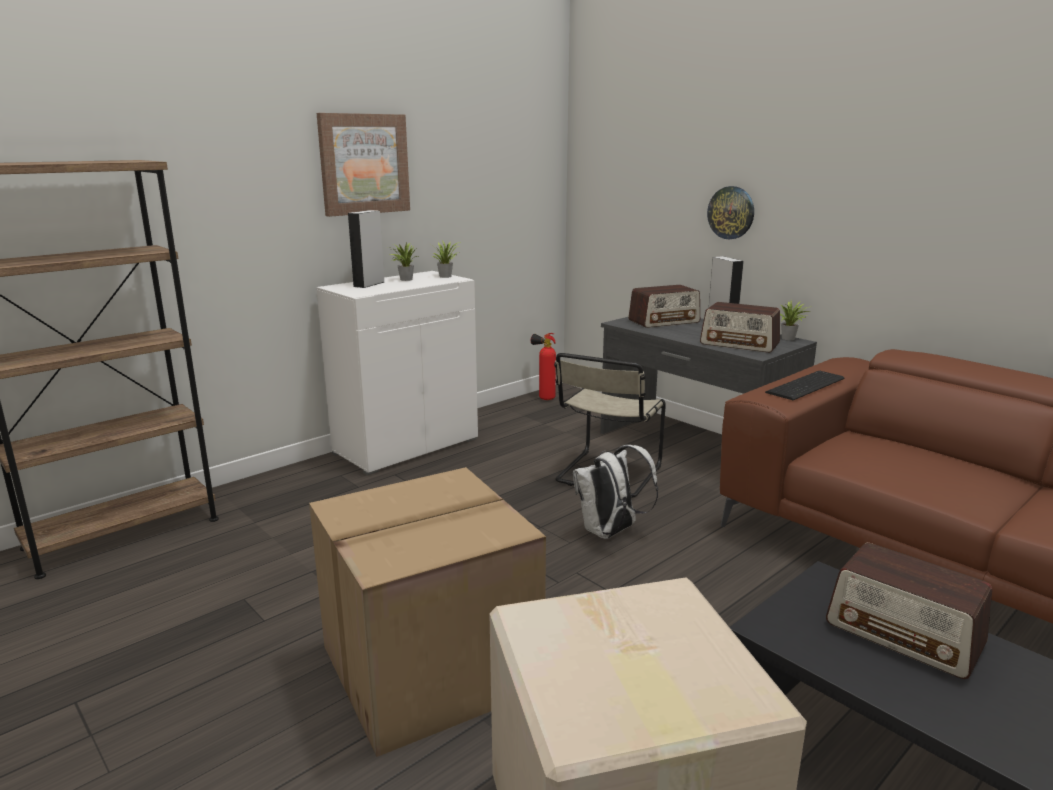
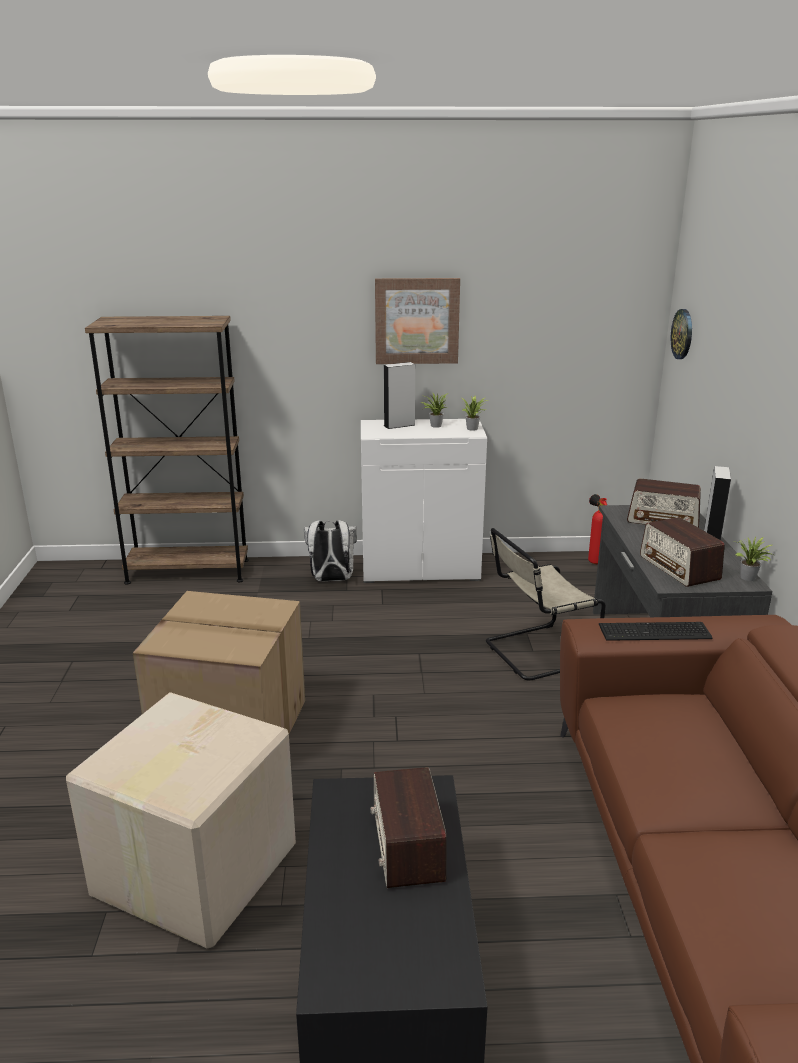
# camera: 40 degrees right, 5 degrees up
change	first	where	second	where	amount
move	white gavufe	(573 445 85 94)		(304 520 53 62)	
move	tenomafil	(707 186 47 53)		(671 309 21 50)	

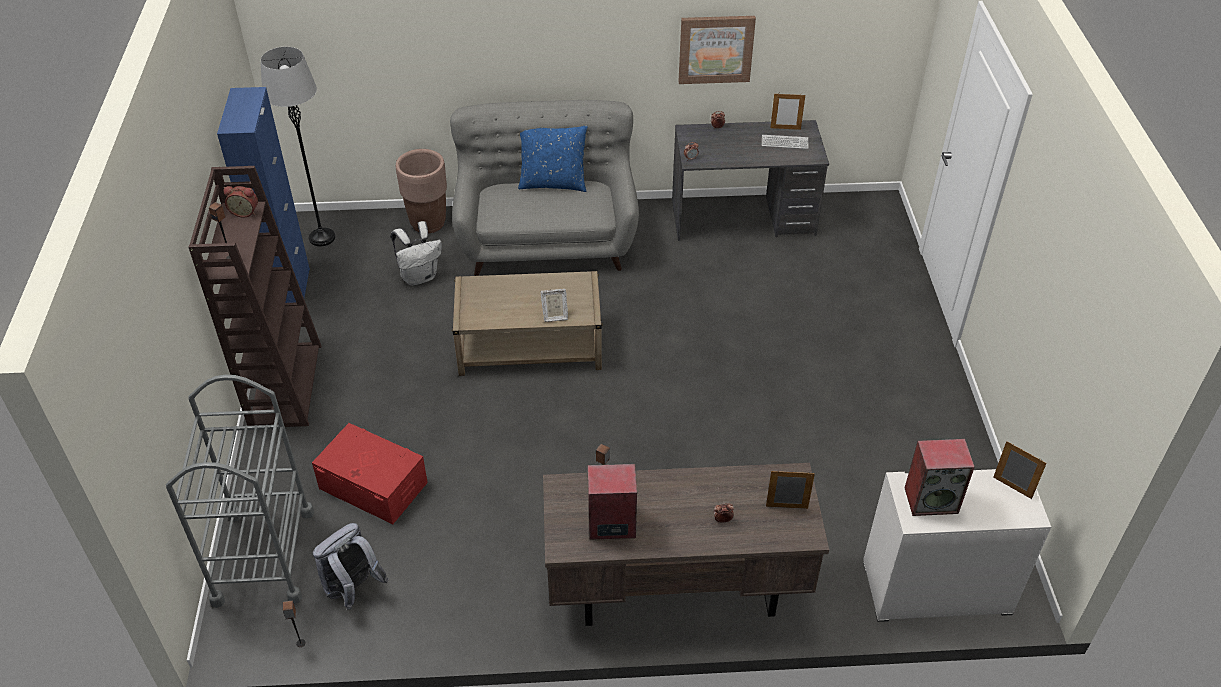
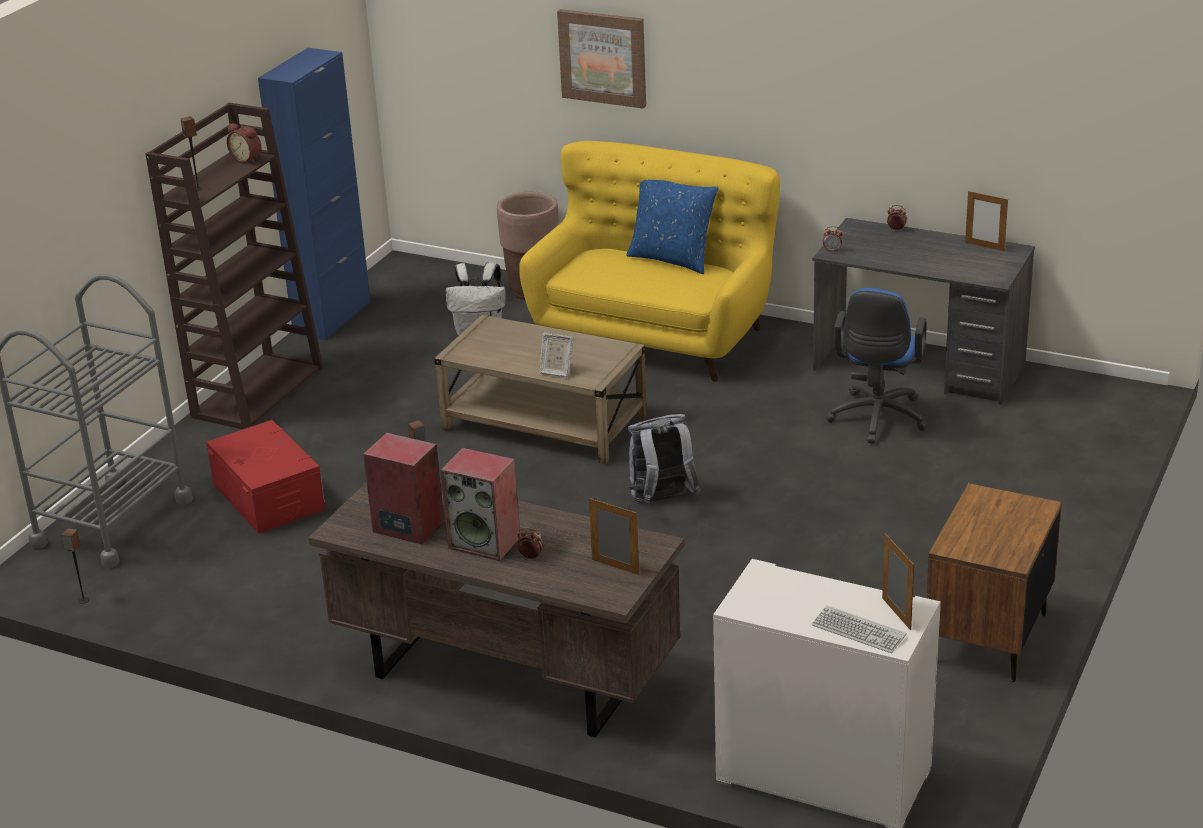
# camera: 30 degrees right, 15 degrees down
change	first	where	second	where	amount
move	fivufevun	(905 439 70 77)		(441 448 79 113)	
recolor	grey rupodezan	(450 100 189 176)	yellow rupodezan	(519 141 261 241)	
move	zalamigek	(679 16 77 68)		(557 9 89 100)	
move	grey gavufe	(313 523 76 87)		(628 414 73 89)	
move	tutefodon	(762 135 46 14)		(812 606 94 47)	
insert			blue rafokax	(826 288 102 156)	
insert			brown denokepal	(926 483 136 199)	
delete	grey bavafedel	(261 47 74 200)			

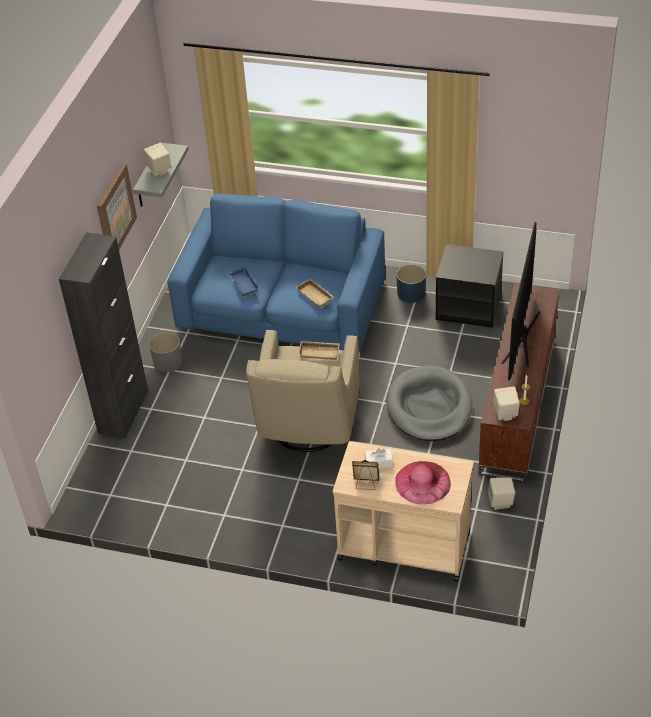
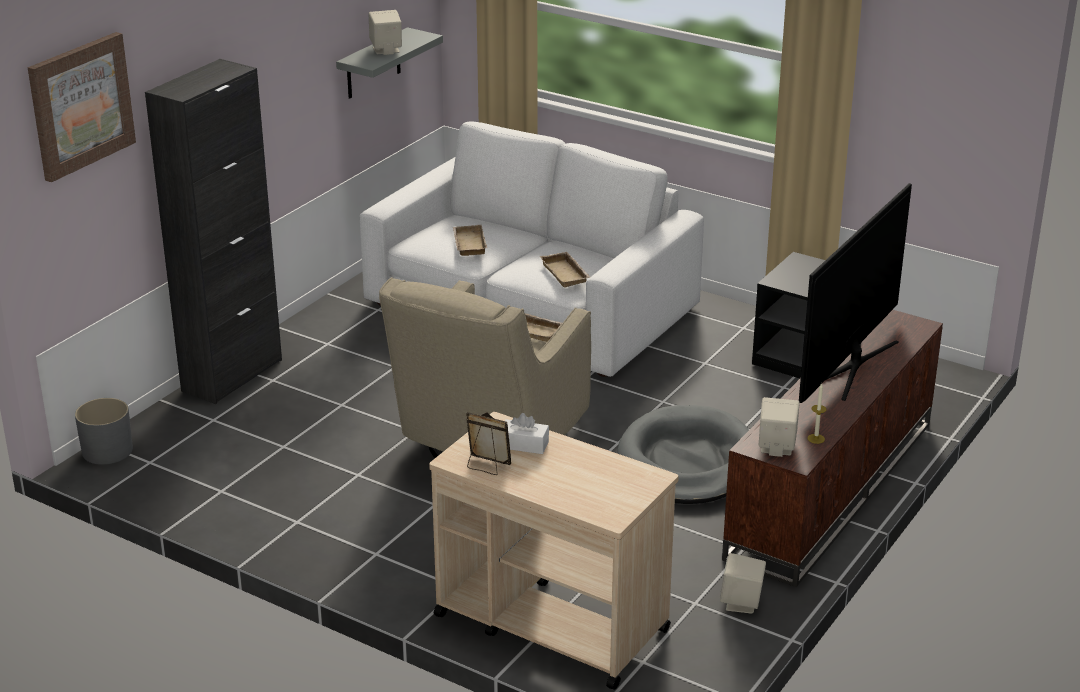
# camera: 15 degrees right, 15 degrees down
change	first	where	second	where	amount
move	zalamigek	(97 163 40 86)		(28 32 108 150)	
move	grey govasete	(149 332 33 40)		(75 398 58 67)	
recolor	blue rupodezan	(168 194 217 159)	white rupodezan	(359 121 345 256)	
recolor	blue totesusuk	(228 267 31 29)	beige totesusuk	(453 225 34 31)	
delete	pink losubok	(395 461 56 43)			
delete	blue govasete	(396 264 30 39)			

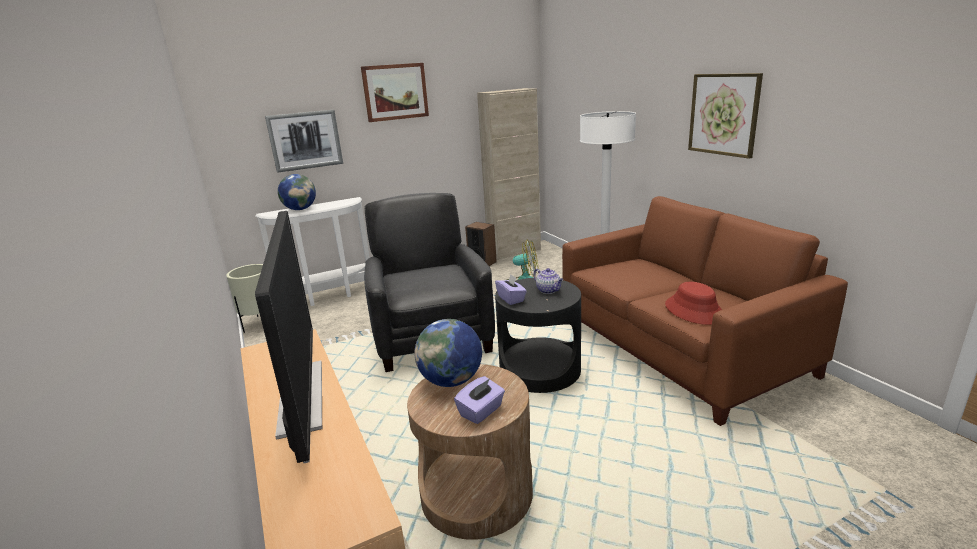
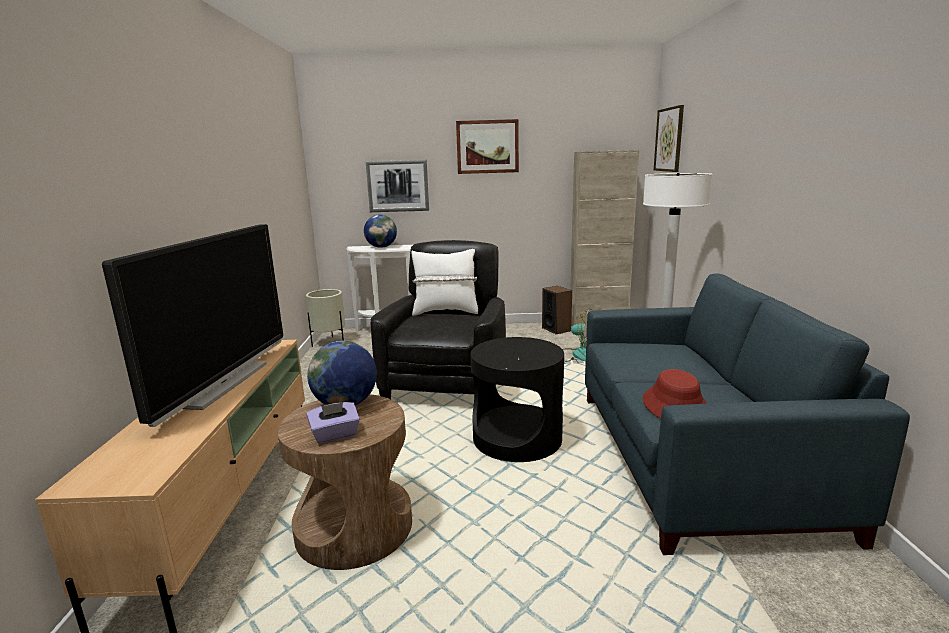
# camera: 25 degrees right, 5 degrees down
change	first	where	second	where	amount
insert			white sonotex	(411 249 67 67)	
recolor	brown rupodezan	(562 196 286 230)	blue rupodezan	(585 273 325 282)	
move	zalamigek	(688 73 75 86)		(654 105 30 67)	
delete	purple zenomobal	(495 274 32 31)			
delete	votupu	(534 268 30 26)			

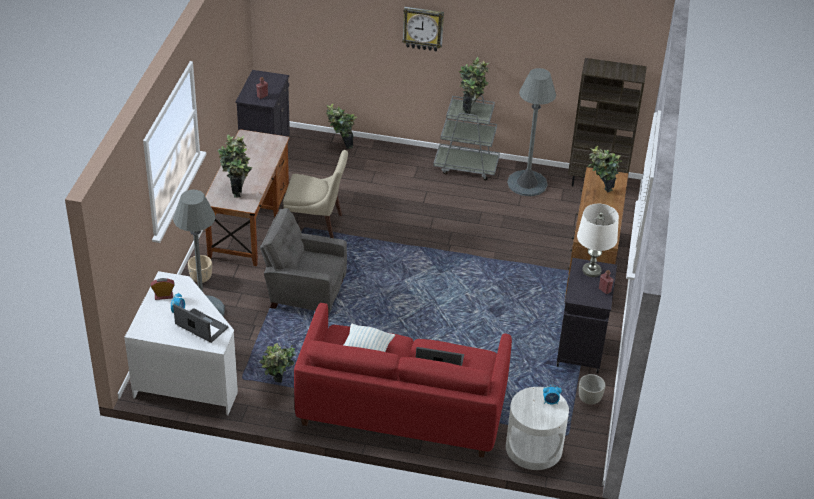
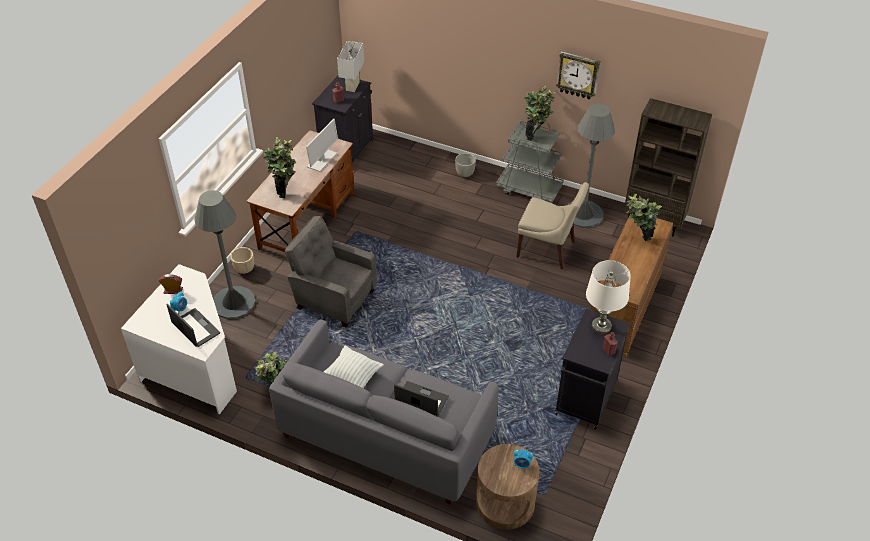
# camera: 15 degrees right, 5 degrees up
change	first	where	second	where	amount
recolor	red rupodezan	(294 303 218 155)	grey rupodezan	(269 319 229 186)	
insert			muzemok	(306 119 32 53)	
insert			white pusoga	(337 41 27 51)	
move	grey govasete	(579 374 26 31)		(455 153 21 24)	
recolor	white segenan	(506 387 63 83)	brown segenan	(476 444 63 86)	
move	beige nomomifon	(283 150 65 88)		(516 182 73 88)	
move	tenomafil	(402 7 42 45)		(556 51 44 49)	
delete	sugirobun	(326 104 32 45)			

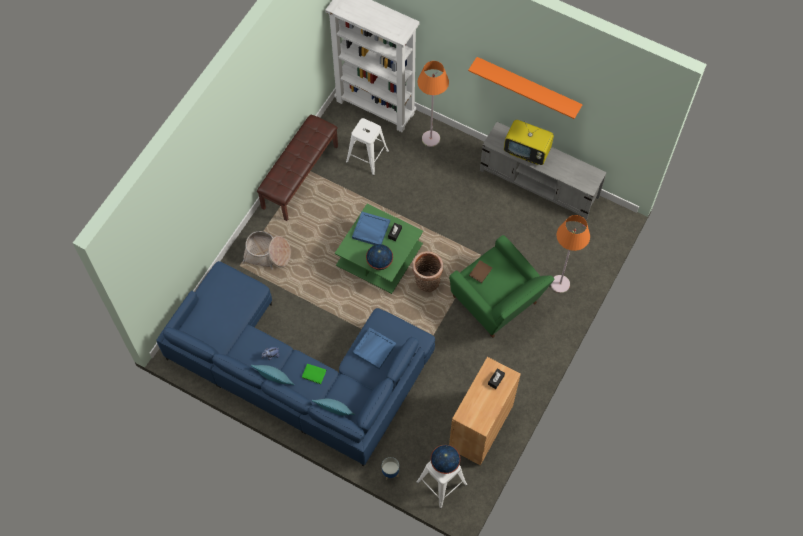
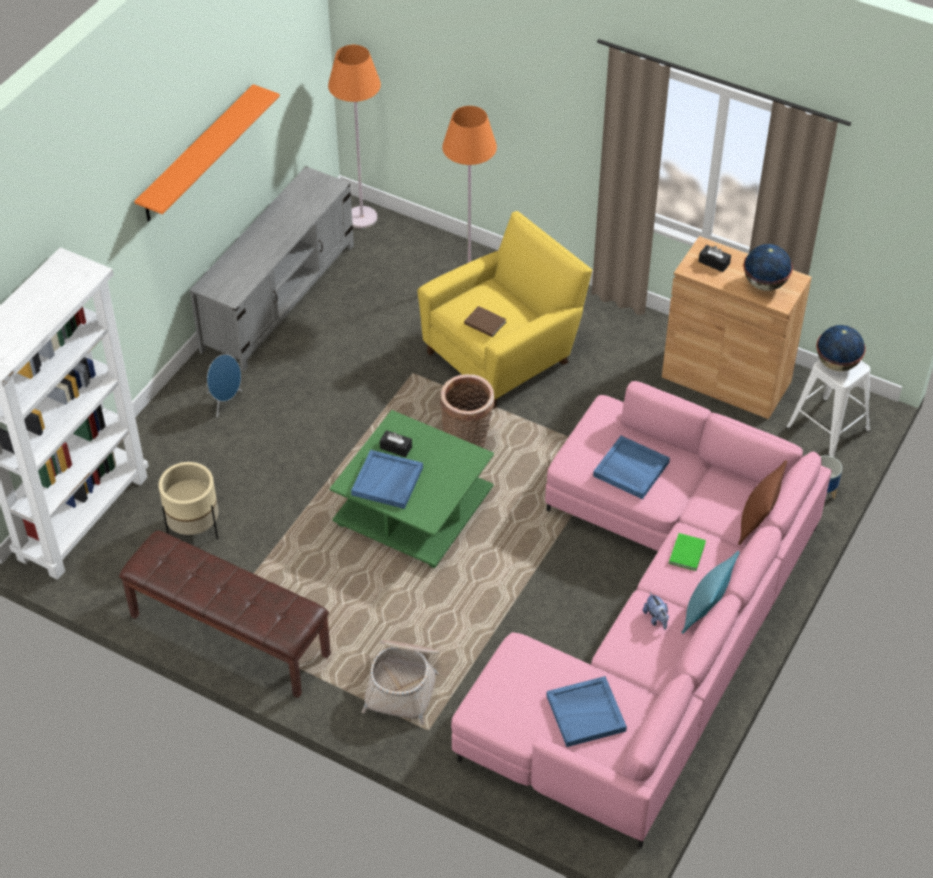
# camera: 90 degrees left, 15 degrees down
change	first	where	second	where	amount
replace	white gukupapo	(346 118 43 57)	beige govasete	(159 462 60 77)	
insert			blue fivufevun	(207 354 35 63)	
move	orange bavafedel	(418 61 31 86)		(328 45 53 184)	
recolor	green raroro	(449 235 105 103)	yellow raroro	(417 211 175 199)	
recolor	blue rupodezan	(156 261 279 205)	pink rupodezan	(451 381 381 467)	
insert			blue totesusuk	(546 676 81 71)	
recolor	turquoise sonotex	(312 399 43 17)	brown sonotex	(738 460 49 85)	
move	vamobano	(366 244 27 26)		(743 244 50 47)	
delete	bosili	(504 120 50 45)			

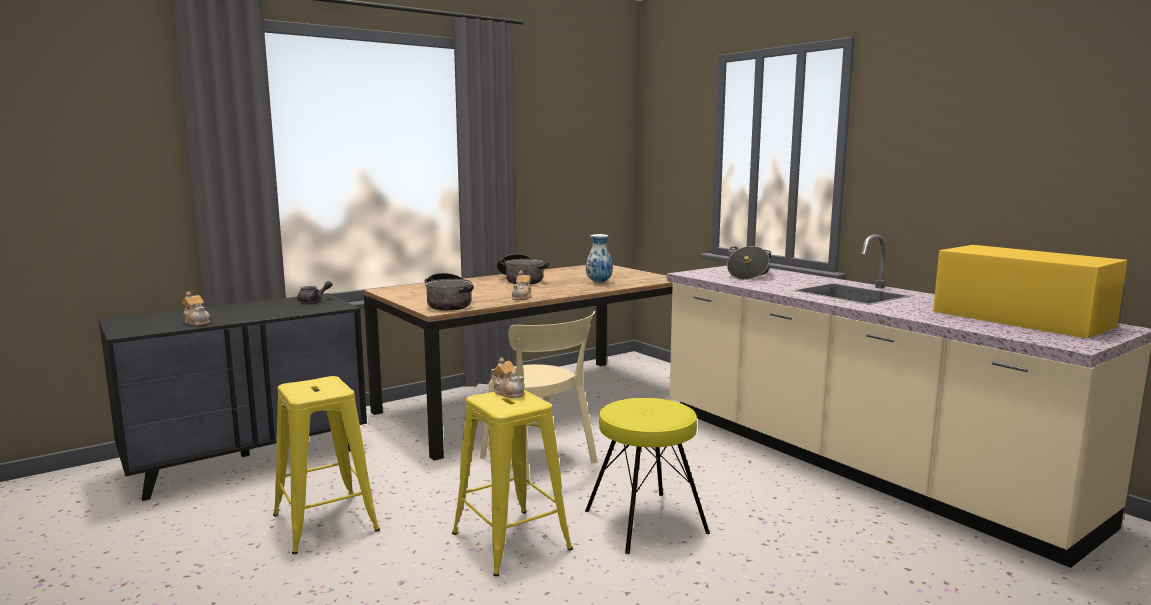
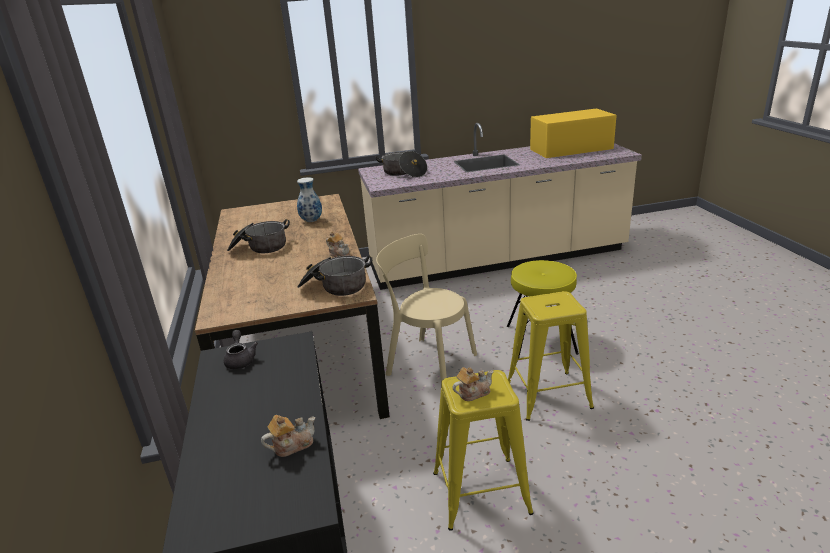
# camera: 65 degrees left, 15 degrees up
change	first	where	second	where	amount
rotate	beige nomomifon	(480 311 117 175)		(376 234 101 149)	135 degrees counterclockwise
move	votupu	(491 357 34 41)		(452 367 41 34)	

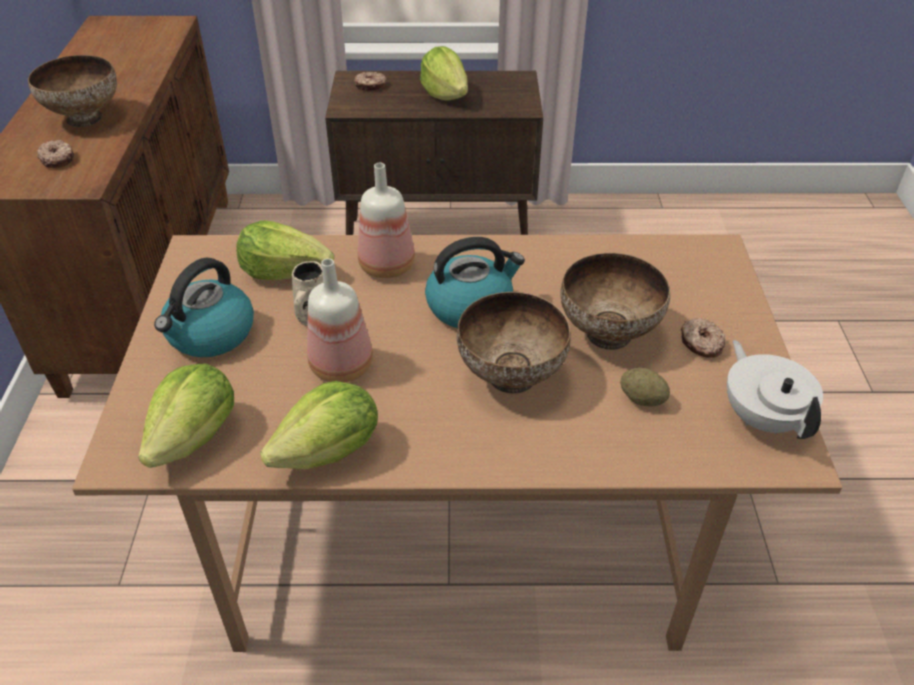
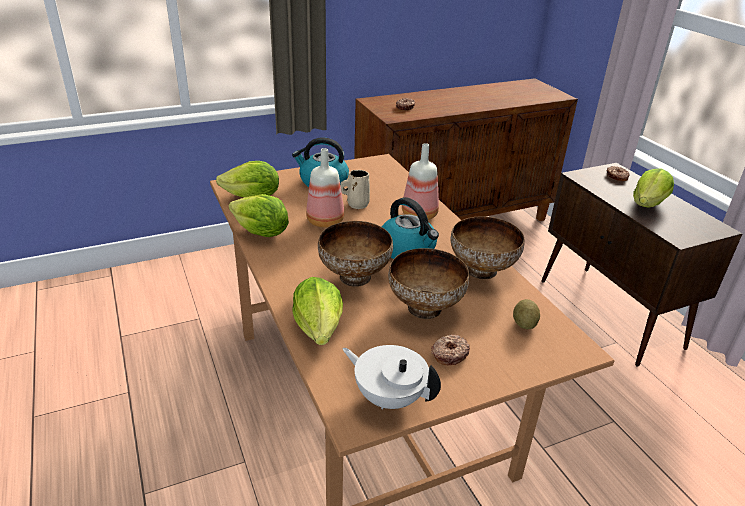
# camera: 65 degrees right, 10 degrees down
change	first	where	second	where	amount
move	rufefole	(236 220 98 60)		(293 277 50 68)	
rotate	white votupu	(727 340 96 99)		(342 345 99 64)	105 degrees counterclockwise
move	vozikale	(28 55 89 72)		(450 216 75 63)	
move	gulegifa	(620 367 50 40)		(513 299 27 30)	

